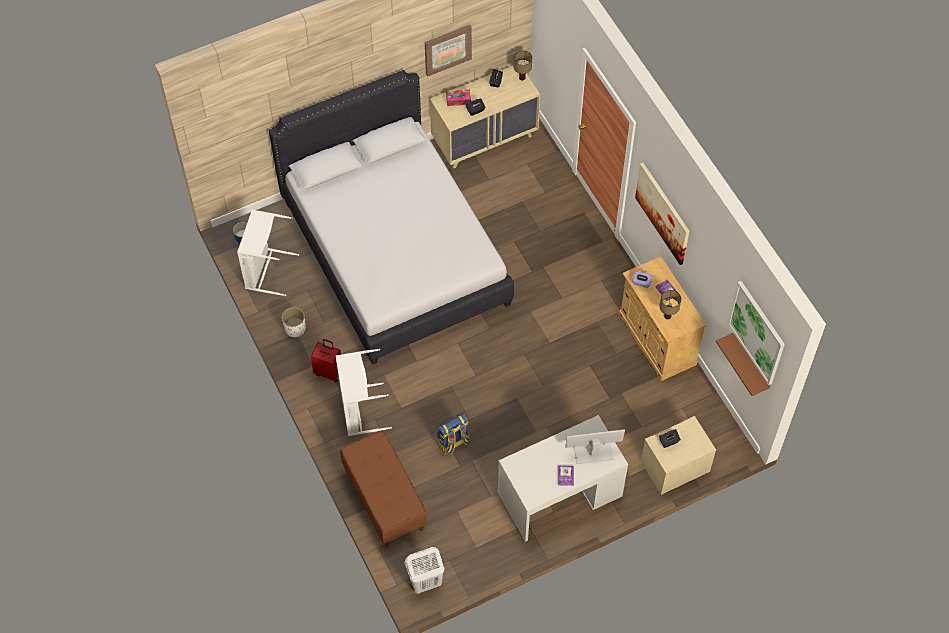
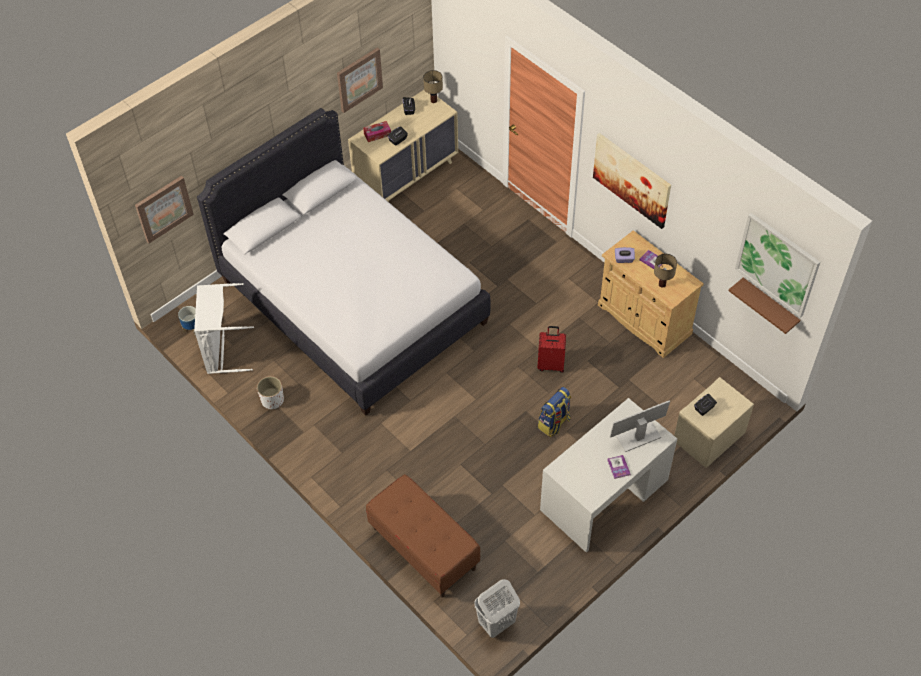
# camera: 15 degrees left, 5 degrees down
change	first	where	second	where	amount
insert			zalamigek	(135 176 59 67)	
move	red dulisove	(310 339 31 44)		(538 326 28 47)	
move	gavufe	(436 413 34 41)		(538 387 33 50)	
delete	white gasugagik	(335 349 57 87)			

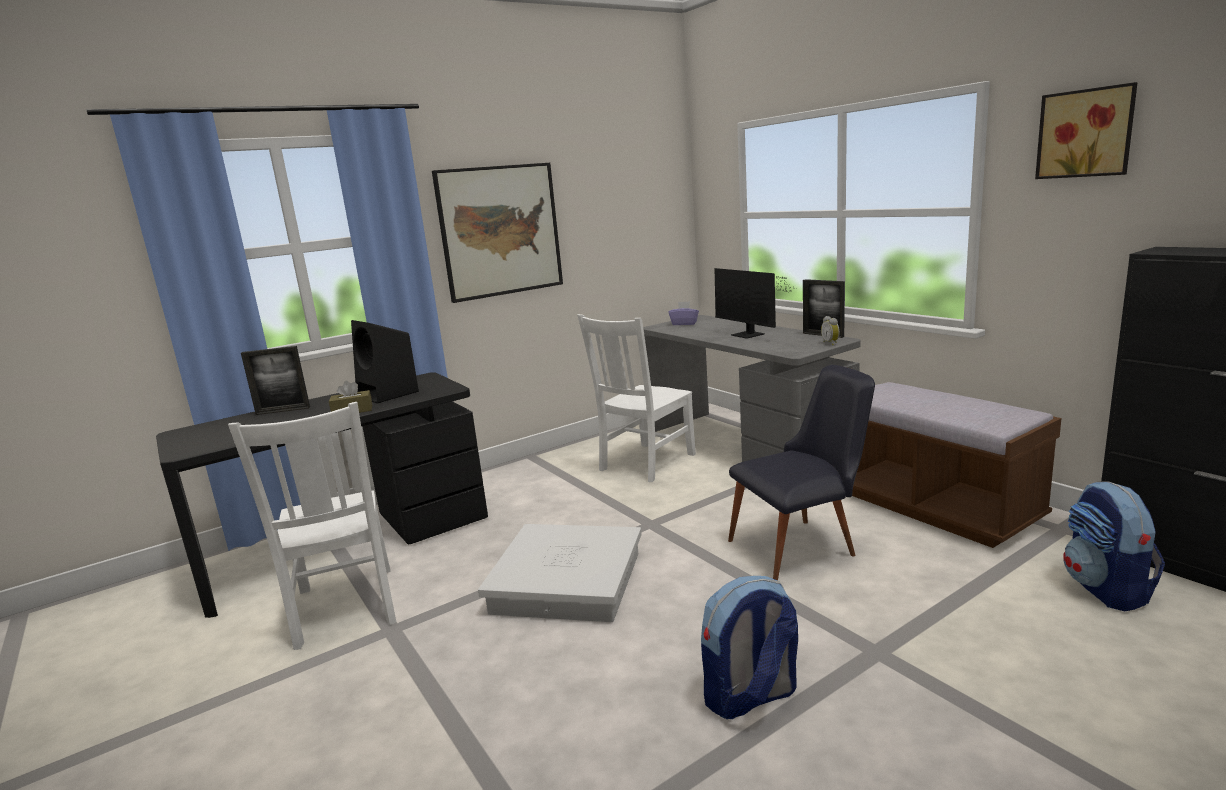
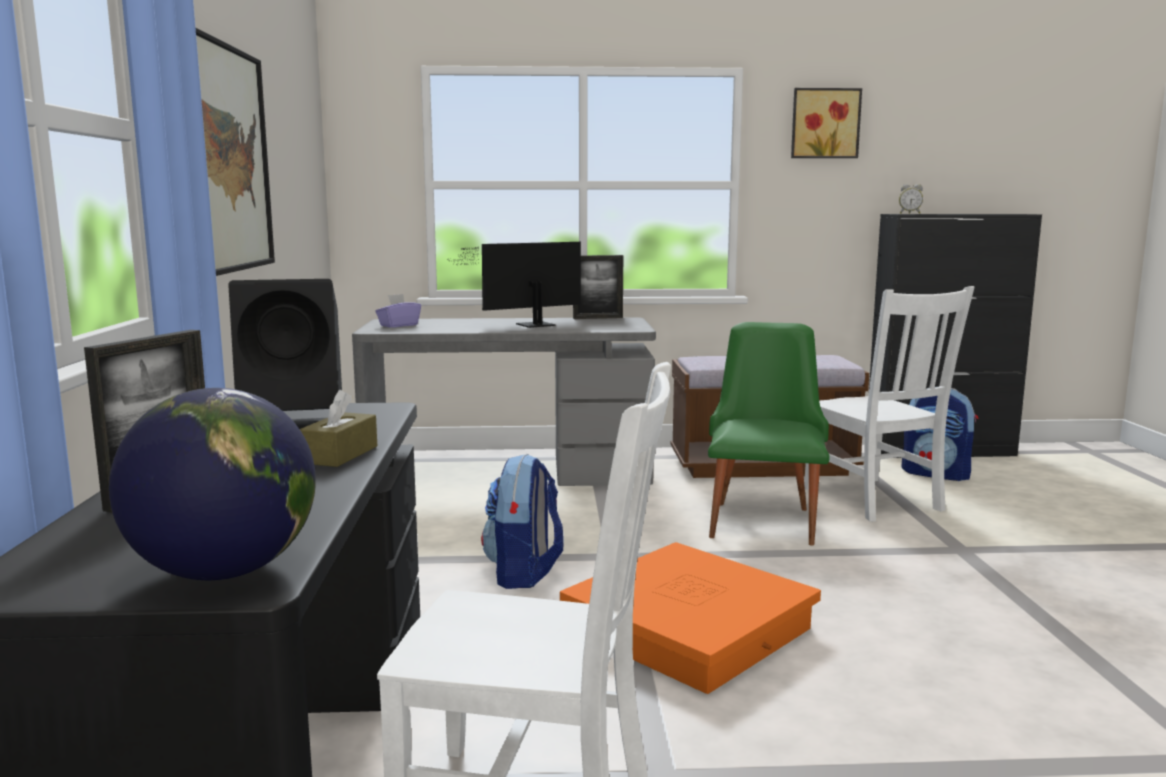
# camera: 60 degrees left, 5 degrees down
change	first	where	second	where	amount
insert			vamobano	(109 388 207 192)	
rotate	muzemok	(714 268 82 71)		(447 242 134 86)	150 degrees clockwise
move	gavufe	(701 576 97 143)		(481 454 82 135)	
recolor	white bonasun	(478 524 164 98)	orange bonasun	(560 542 261 152)	
recolor	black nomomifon	(728 365 147 216)	green nomomifon	(708 322 122 223)	
move	white nomomifon	(577 314 119 168)		(804 286 170 236)	
move	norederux	(821 316 19 29)		(899 184 24 30)	

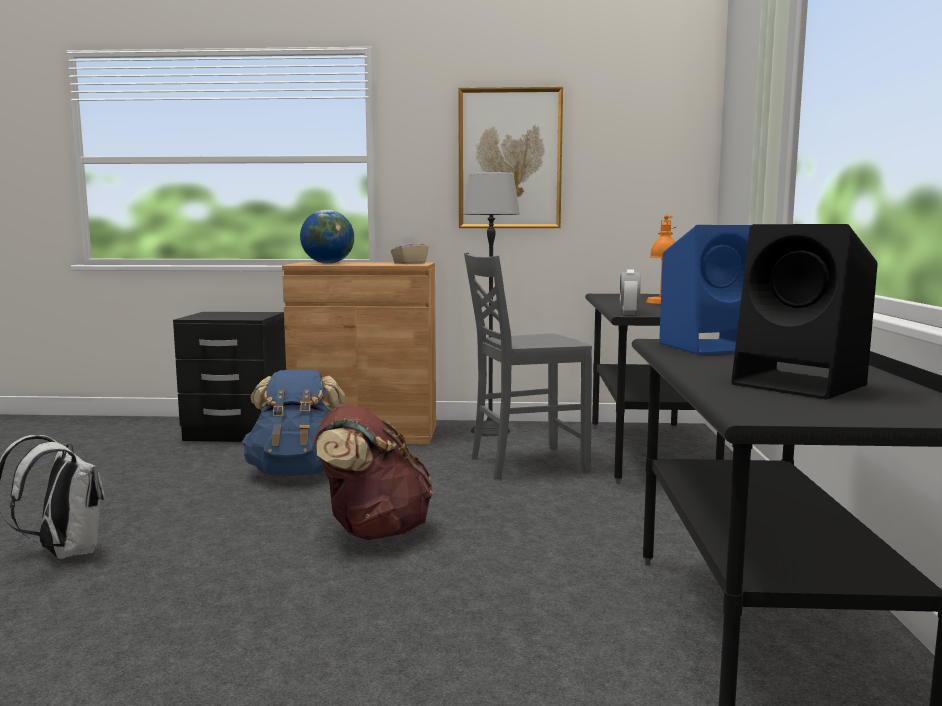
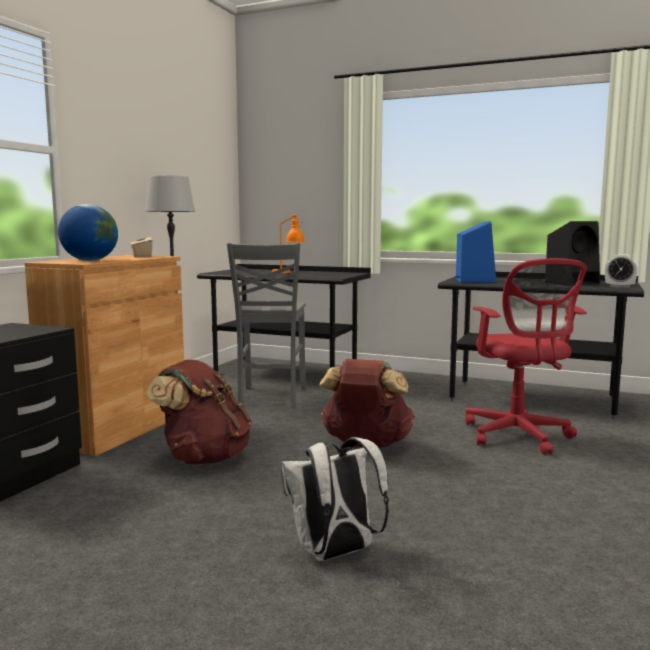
# camera: 70 degrees left, 0 degrees up
change	first	where	second	where	amount
recolor	blue gavufe	(242 370 103 106)	brown gavufe	(147 360 105 104)	
insert			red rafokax	(465 258 122 196)	
move	norederux	(620 269 21 46)		(605 254 33 34)	
delete	zalamigek	(458 87 105 141)			

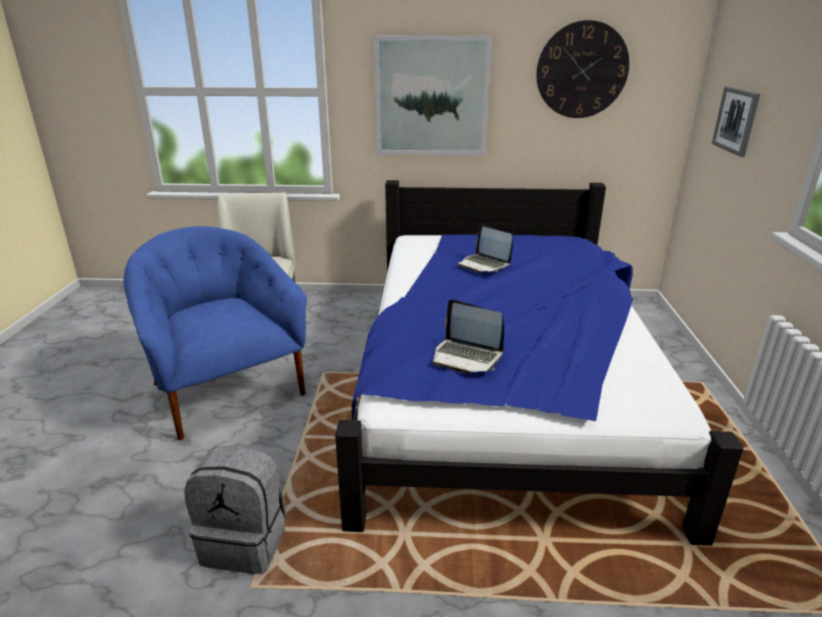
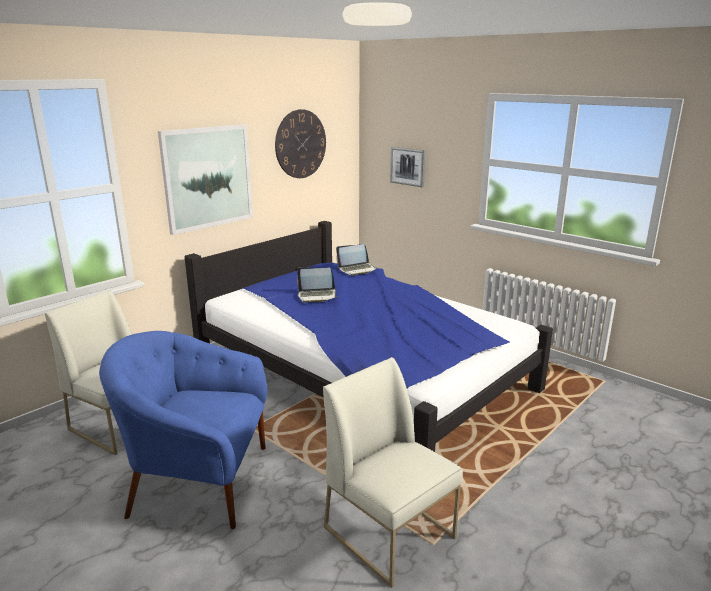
# camera: 50 degrees left, 5 degrees down
change	first	where	second	where	amount
replace	grey gavufe	(184 446 102 128)	white nomomifon	(323 357 140 231)	
move	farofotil	(433 299 71 74)		(336 244 41 32)	

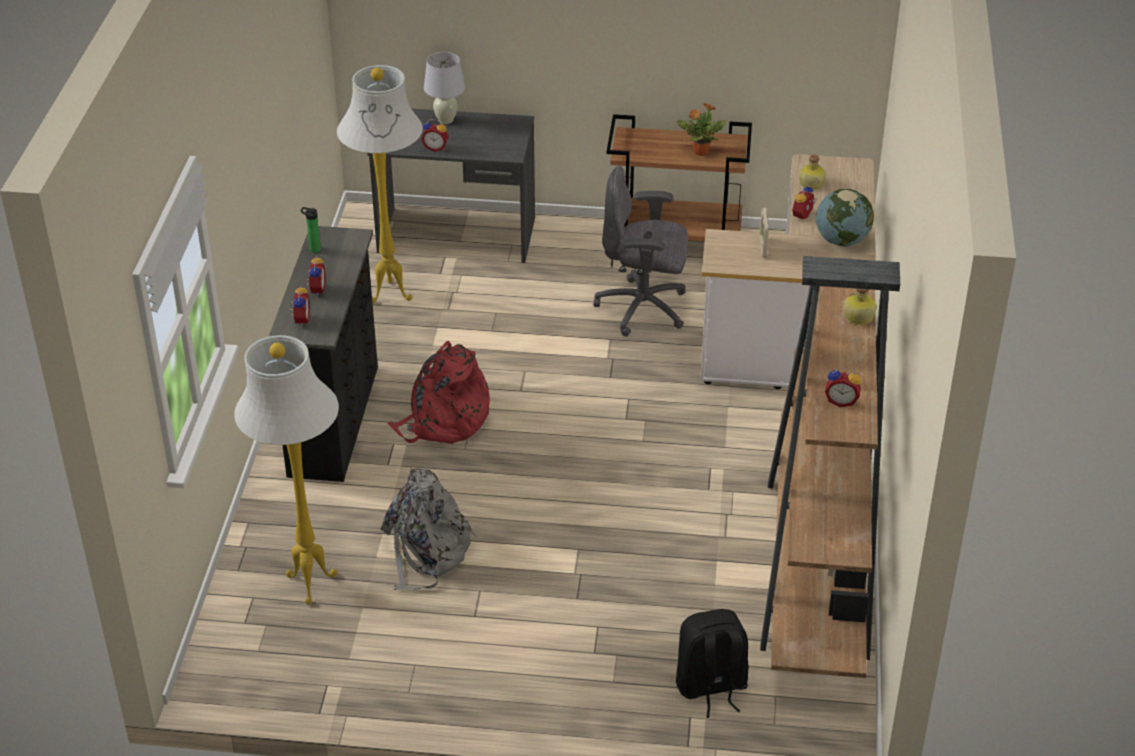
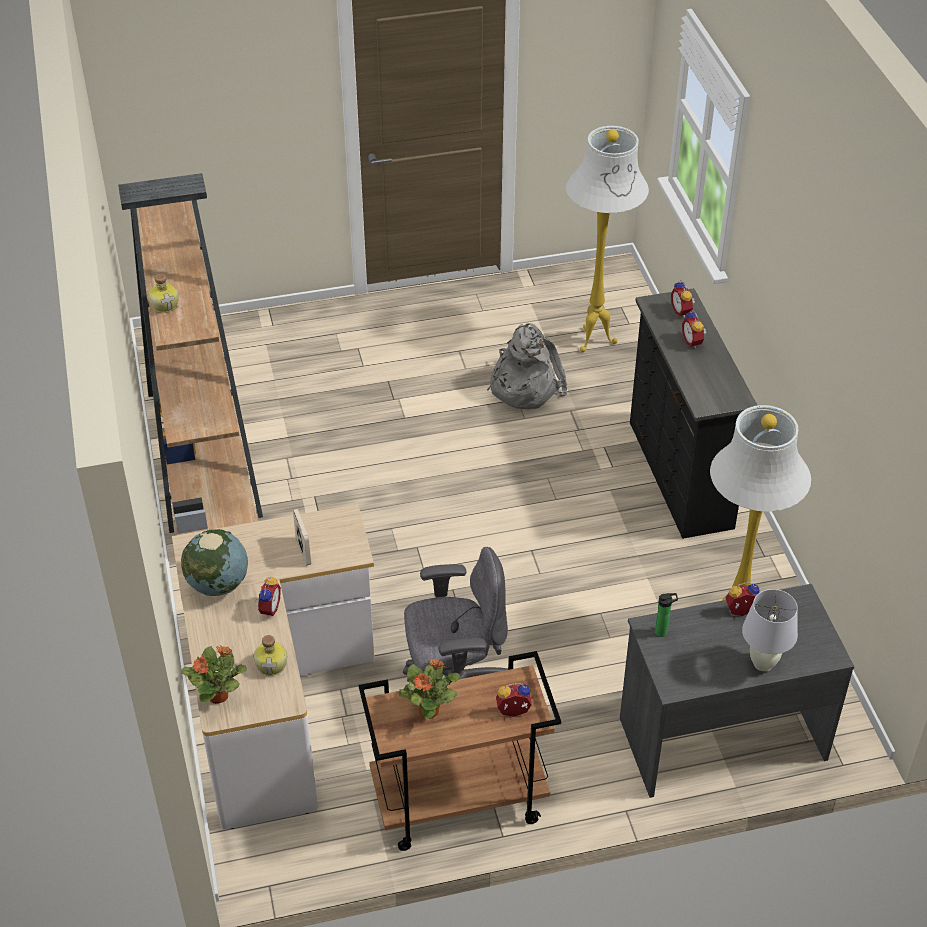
# camera: 160 degrees right, 5 degrees up
change	first	where	second	where	amount
insert			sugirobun	(181 645 66 59)	
move	norederux	(825 367 36 40)		(496 683 36 34)	
move	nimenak	(301 207 20 46)		(655 593 23 44)	
delete	red gavufe	(388 341 102 103)			
delete	black gavufe	(676 609 73 109)			

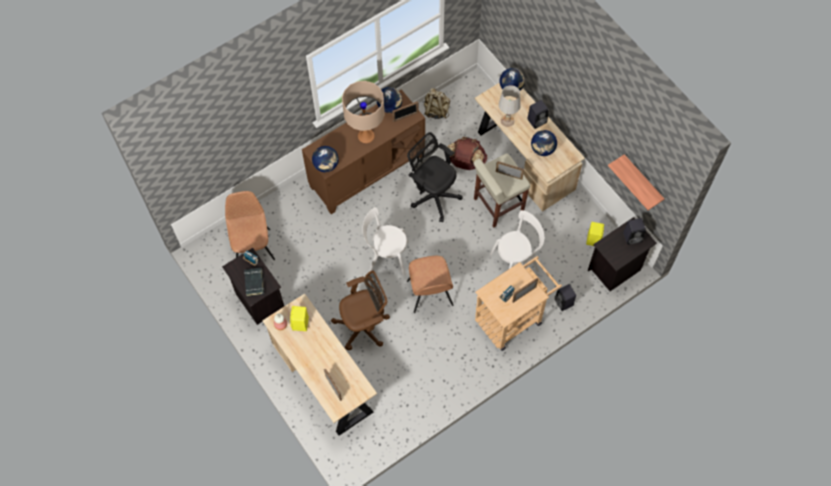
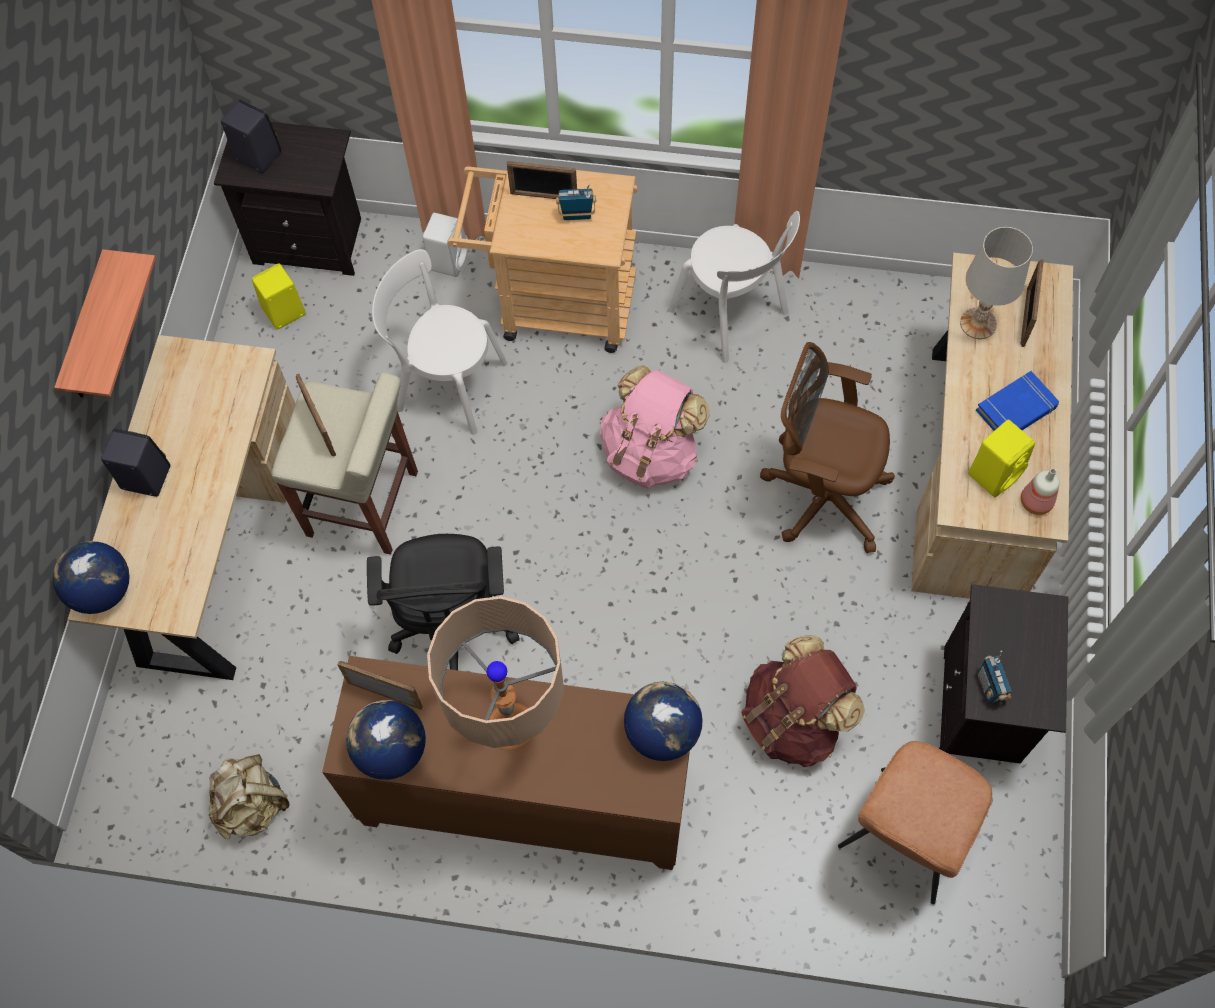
# camera: 135 degrees left, 0 degrees up
change	first	where	second	where	amount
move	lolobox	(608 154 56 56)		(54 249 102 149)	
recolor	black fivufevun	(555 284 21 27)	white fivufevun	(423 213 45 64)	
replace	brown nomomifon	(407 256 46 57)	pink gavufe	(600 365 109 124)	
move	white nomomifon	(362 207 46 68)		(669 211 131 152)	
move	brown gavufe	(447 137 40 33)		(741 635 124 132)	
move	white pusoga	(499 85 22 42)		(960 227 73 112)	
insert			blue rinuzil	(976 371 83 60)	
delete	black rinuzil	(244 268 20 28)			
delete	vamobano	(531 130 26 26)			

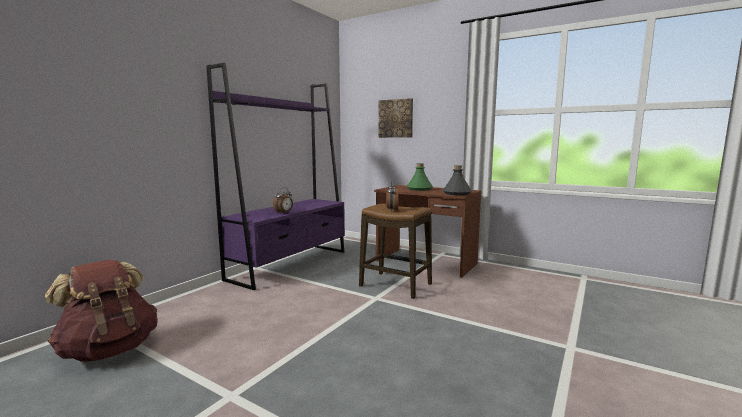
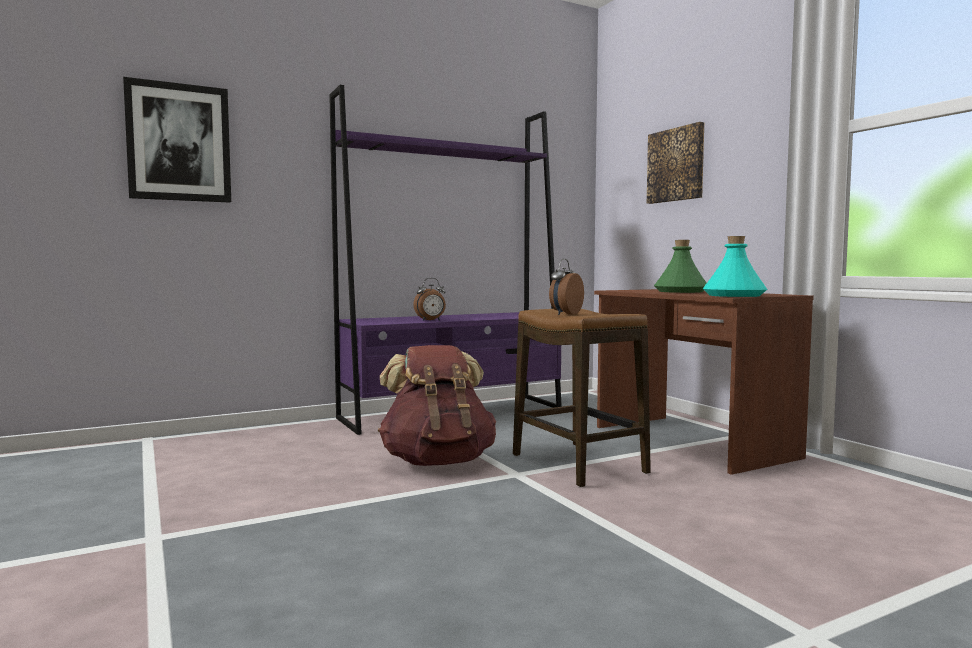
# camera: 30 degrees right, 5 degrees down
change	first	where	second	where	amount
insert			zalamigek	(123 77 108 126)	
move	brown gavufe	(45 259 113 103)		(378 345 118 121)	
recolor	grey nimenak	(443 165 29 30)	turquoise nimenak	(703 236 64 61)	

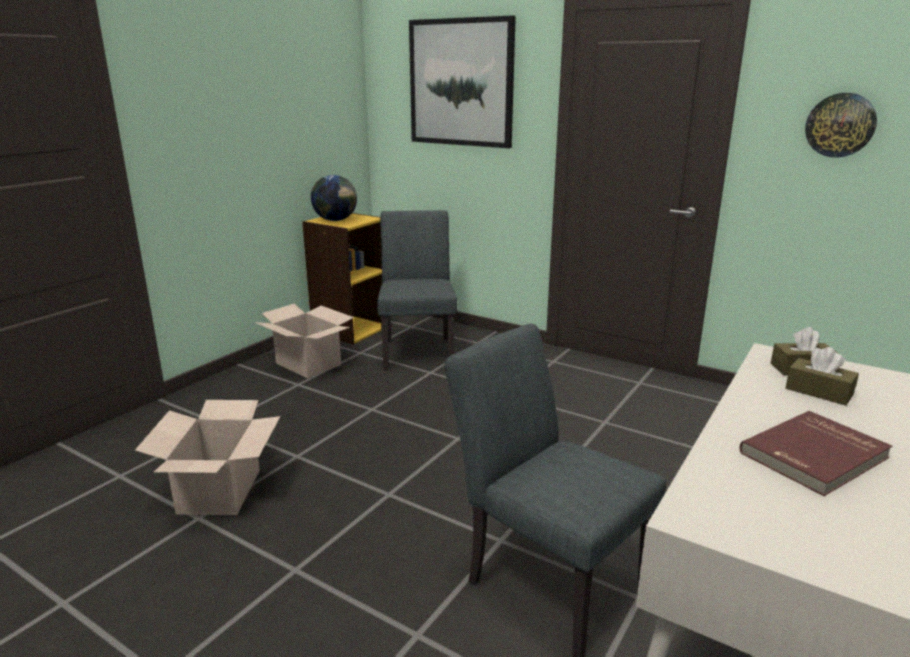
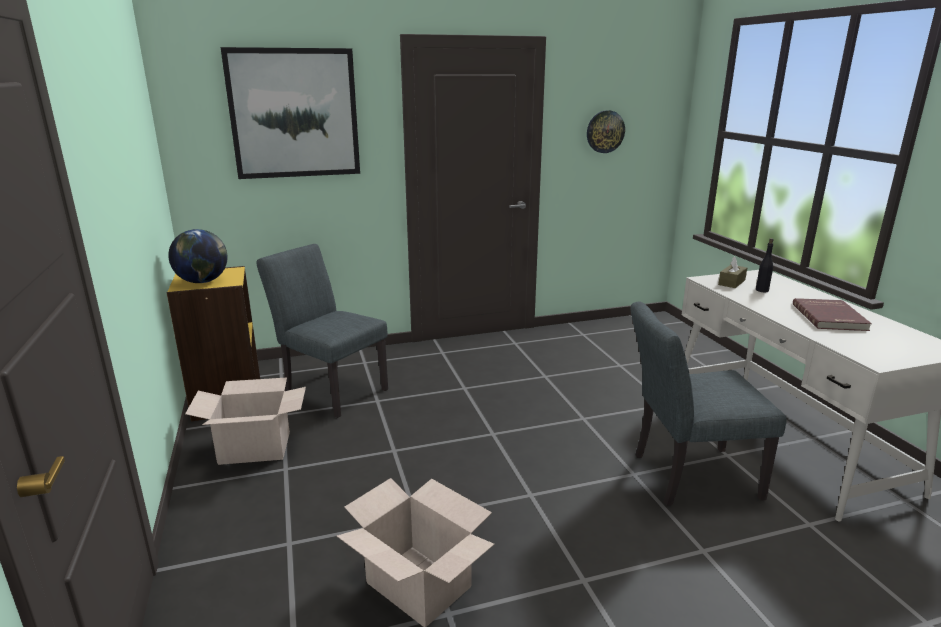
# camera: 50 degrees left, 0 degrees up
change	first	where	second	where	amount
replace	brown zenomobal	(786 347 73 58)	black nimenak	(756 238 18 54)	

